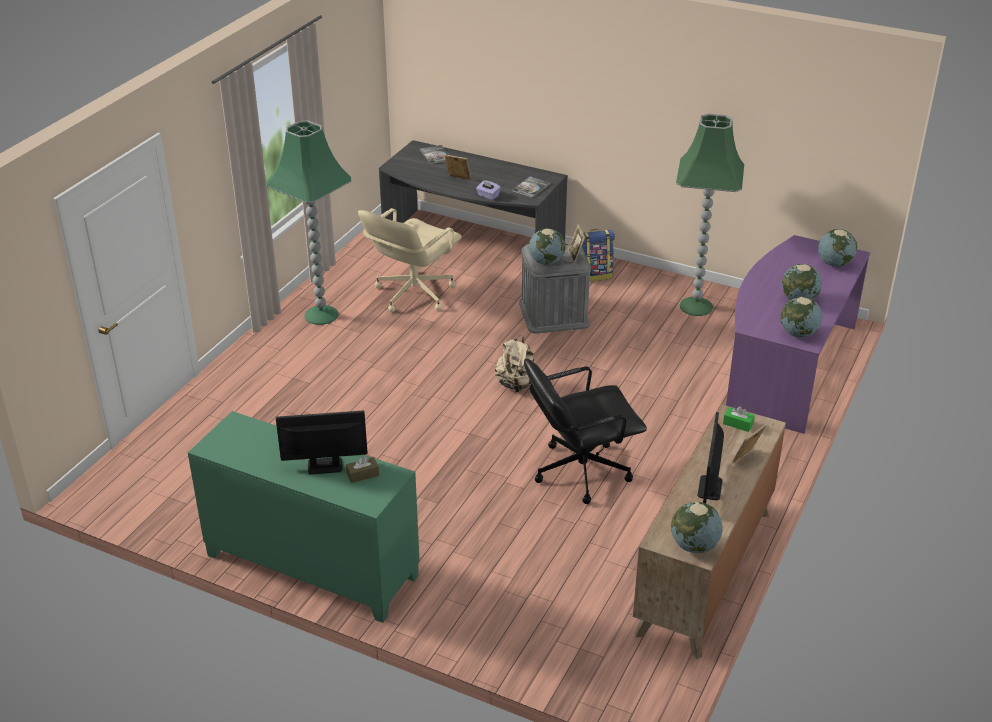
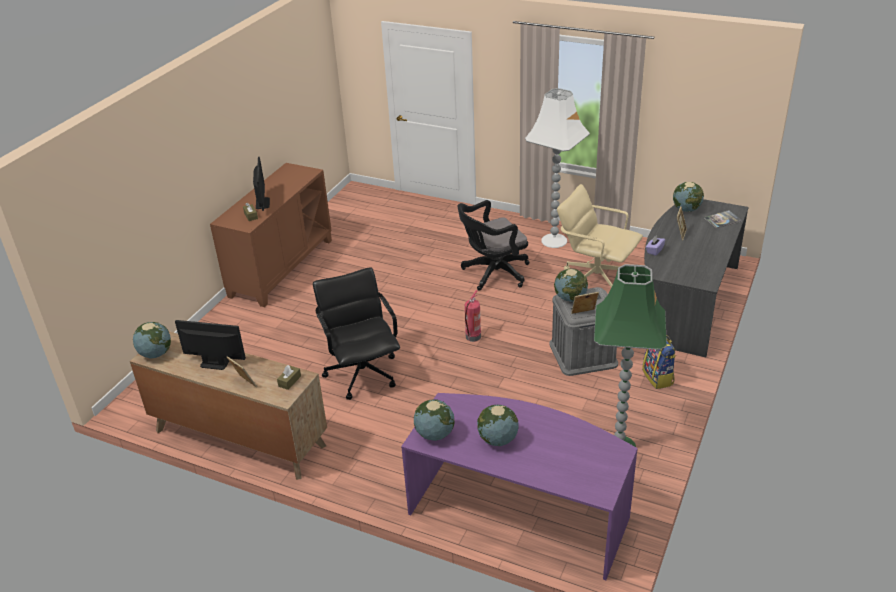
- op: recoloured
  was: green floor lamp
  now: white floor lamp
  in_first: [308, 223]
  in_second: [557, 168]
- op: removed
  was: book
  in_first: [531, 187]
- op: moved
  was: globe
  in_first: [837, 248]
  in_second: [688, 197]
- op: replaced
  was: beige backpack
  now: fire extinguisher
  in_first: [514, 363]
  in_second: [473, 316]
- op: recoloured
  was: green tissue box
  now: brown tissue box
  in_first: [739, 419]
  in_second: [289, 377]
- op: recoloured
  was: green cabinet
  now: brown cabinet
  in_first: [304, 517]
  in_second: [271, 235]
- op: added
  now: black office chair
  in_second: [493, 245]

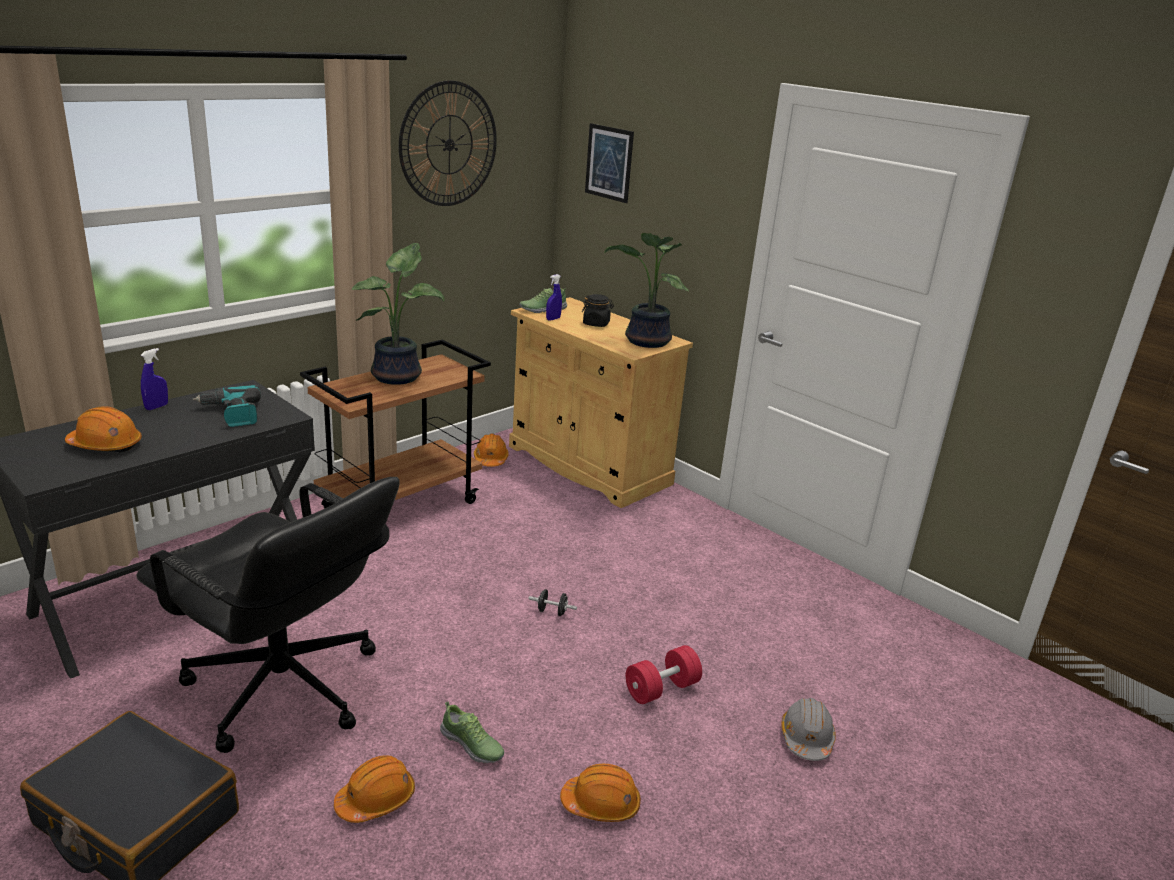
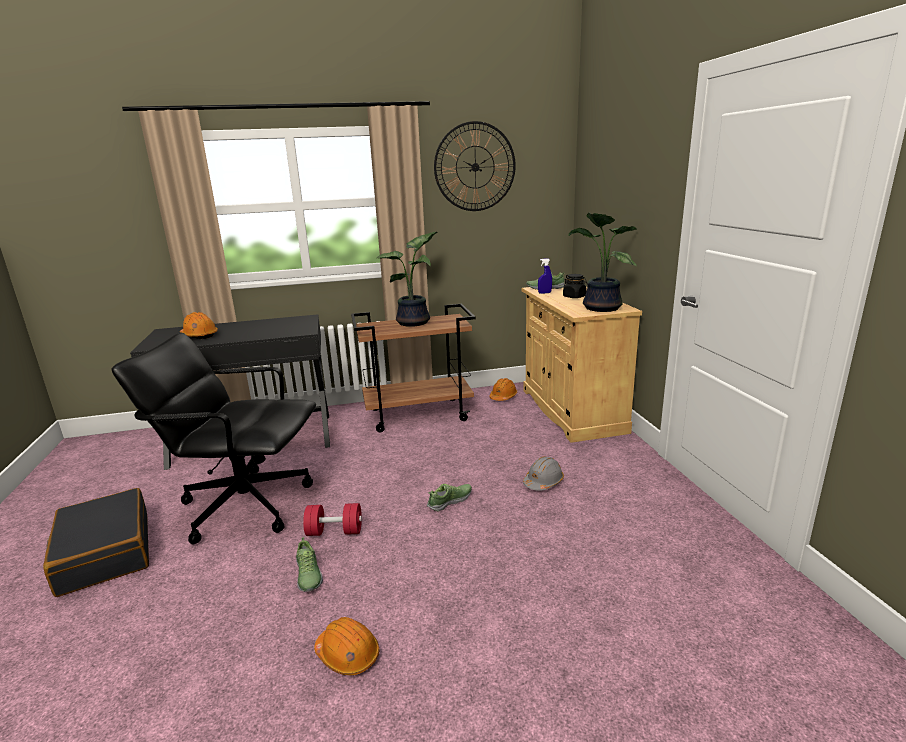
- op: removed
  was: picture
  in_first: [609, 163]
- op: removed
  was: blue spray bottle
  in_first: [154, 379]
- op: removed
  was: power drill
  in_first: [226, 406]
- op: turned
  was: black office chair
  in_first: [267, 615]
  in_second: [214, 438]
  clockwise: 120
- op: replaced
  was: black dumbbell
  now: shoe
  in_first: [552, 602]
  in_second: [449, 498]
- op: moved
  was: red dumbbell
  in_first: [664, 674]
  in_second: [332, 519]
- op: moved
  was: grey hard hat
  in_first: [808, 729]
  in_second: [543, 473]
- op: removed
  was: orange hard hat
  in_first: [374, 789]

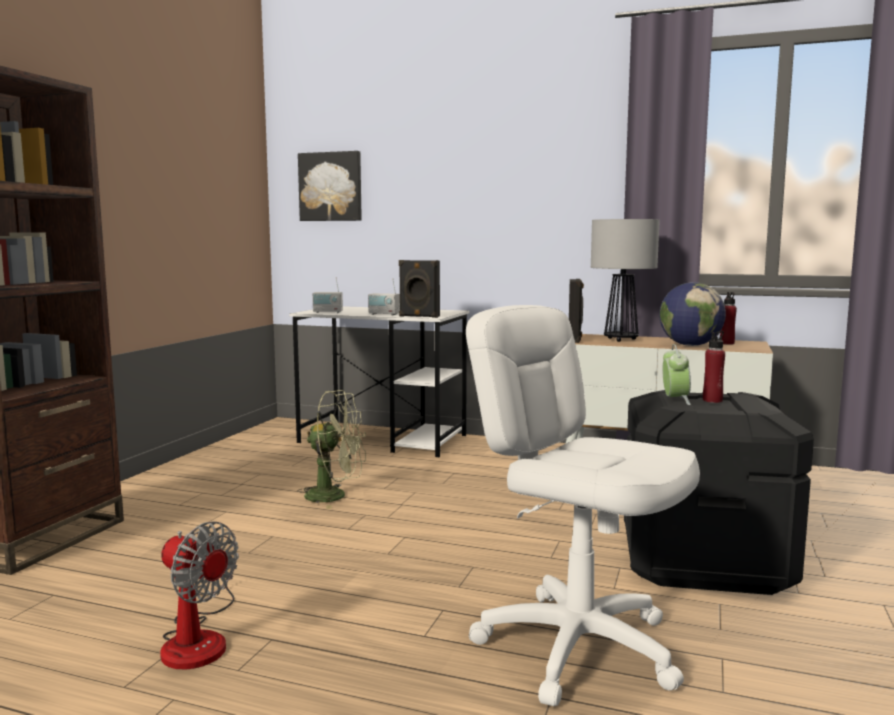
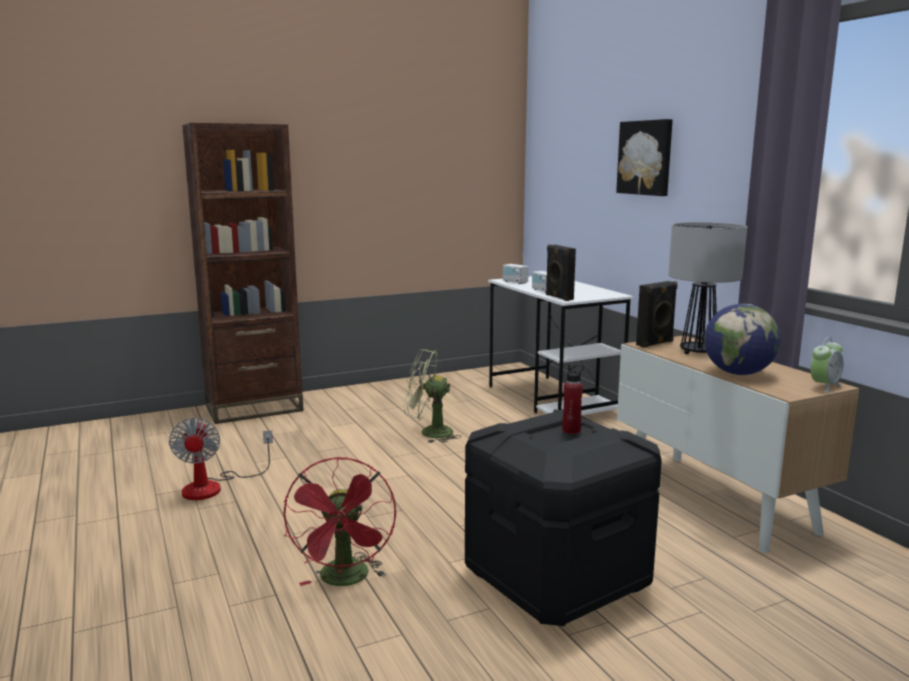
- op: moved
  was: picture
  in_first: [330, 186]
  in_second: [644, 157]
- op: removed
  was: red bottle
  in_first: [728, 318]
- op: replaced
  was: white office chair
  now: red fan
  in_first: [583, 505]
  in_second: [339, 521]
- op: moved
  was: alarm clock
  in_first: [677, 374]
  in_second: [827, 364]
- op: turned
  was: green fan
  in_first: [332, 449]
  in_second: [433, 396]
  clockwise: 135

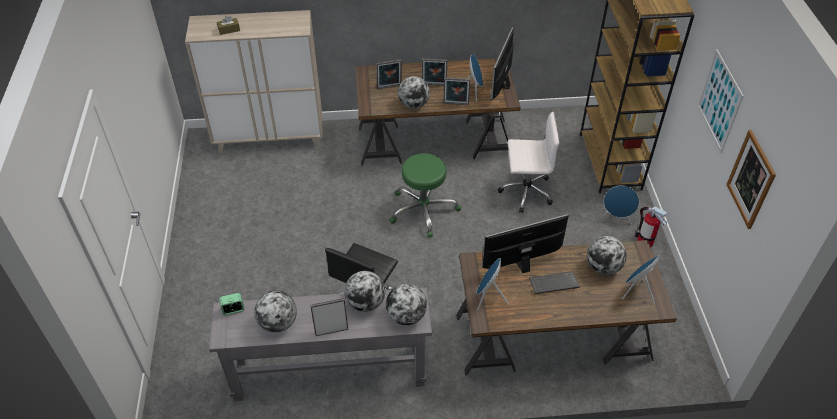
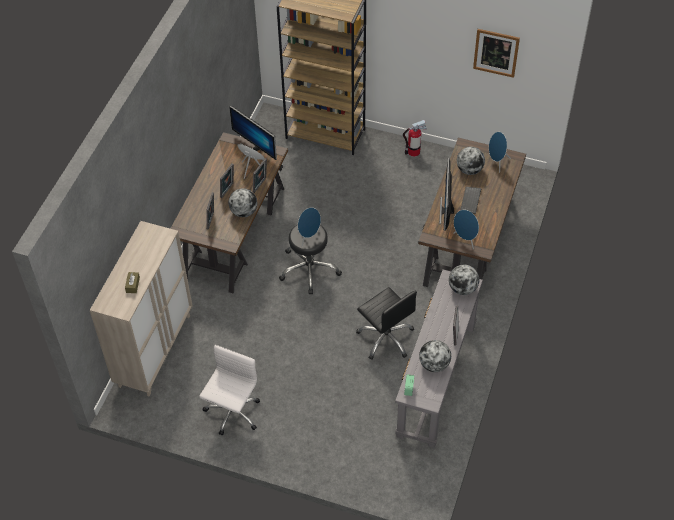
- op: removed
  was: picture
  in_first: [720, 101]
- op: moved
  was: white office chair
  in_first: [528, 162]
  in_second: [229, 390]
- op: recoloured
  was: green stool
  now: black stool
  in_first: [425, 195]
  in_second: [310, 259]
- op: moved
  was: blue speaker
  in_first: [620, 204]
  in_second: [309, 227]
- op: removed
  was: globe
  in_first: [364, 291]

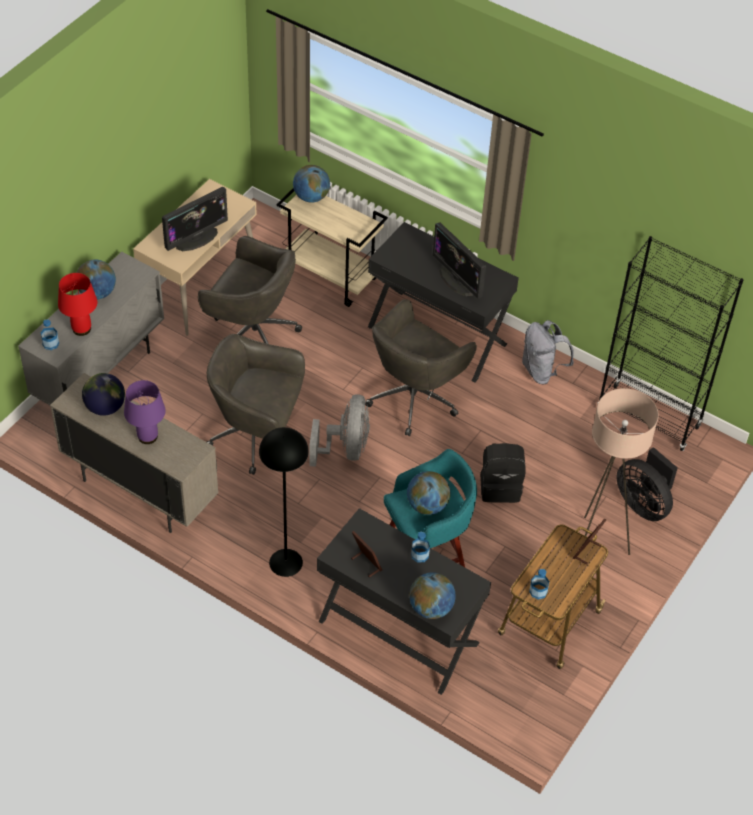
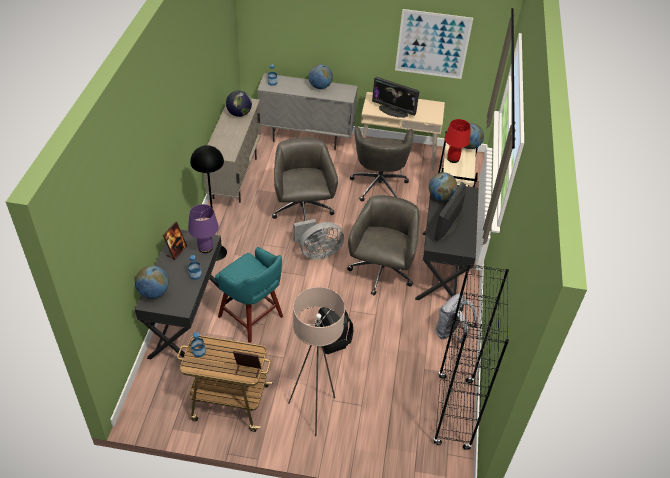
- op: moved
  was: red table lamp
  in_first: [77, 304]
  in_second: [458, 141]
- op: turned
  was: grey office chair
  in_first: [421, 367]
  in_second: [383, 245]
  clockwise: 90
- op: moved
  was: purple table lamp
  in_first: [145, 412]
  in_second: [203, 228]
- op: removed
  was: black fan
  in_first: [646, 484]
- op: moved
  was: globe
  in_first: [428, 493]
  in_second: [443, 186]
- op: added
  now: picture
  in_second: [434, 44]

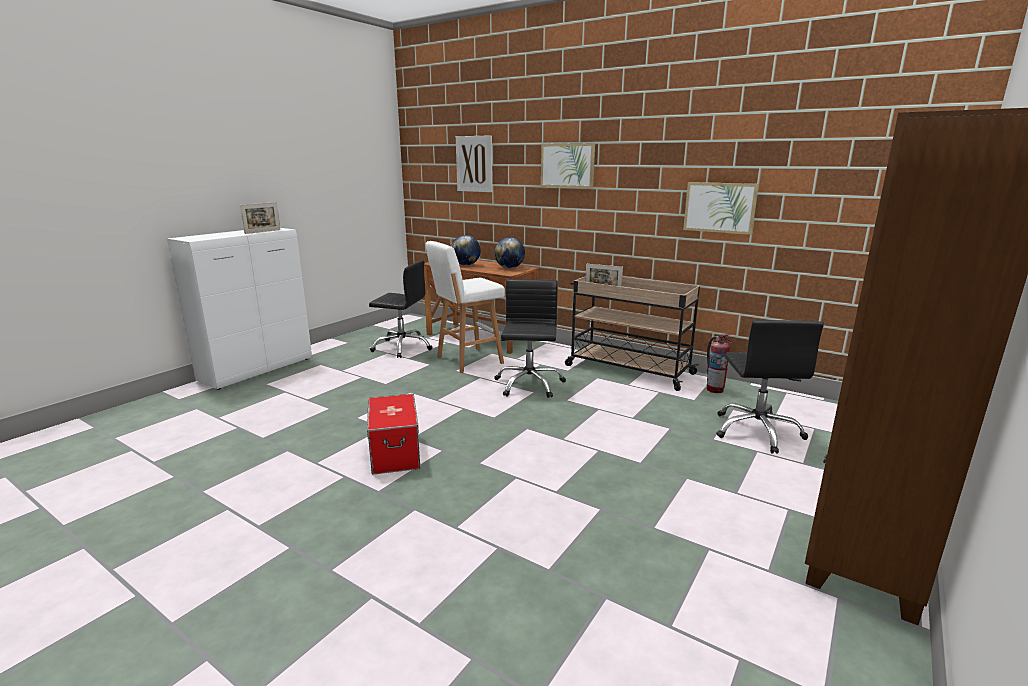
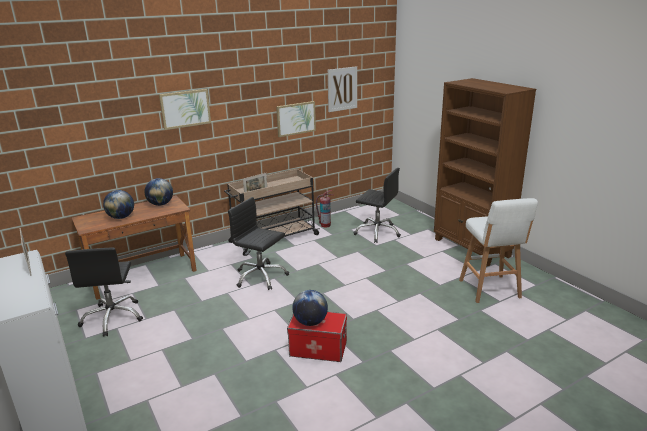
- op: moved
  was: picture
  in_first: [474, 163]
  in_second: [342, 89]
- op: moved
  was: white stool
  in_first: [465, 307]
  in_second: [498, 250]
- op: turned
  was: black office chair
  in_first: [401, 309]
  in_second: [104, 292]
  clockwise: 135
- op: added
  now: globe
  in_second: [310, 308]

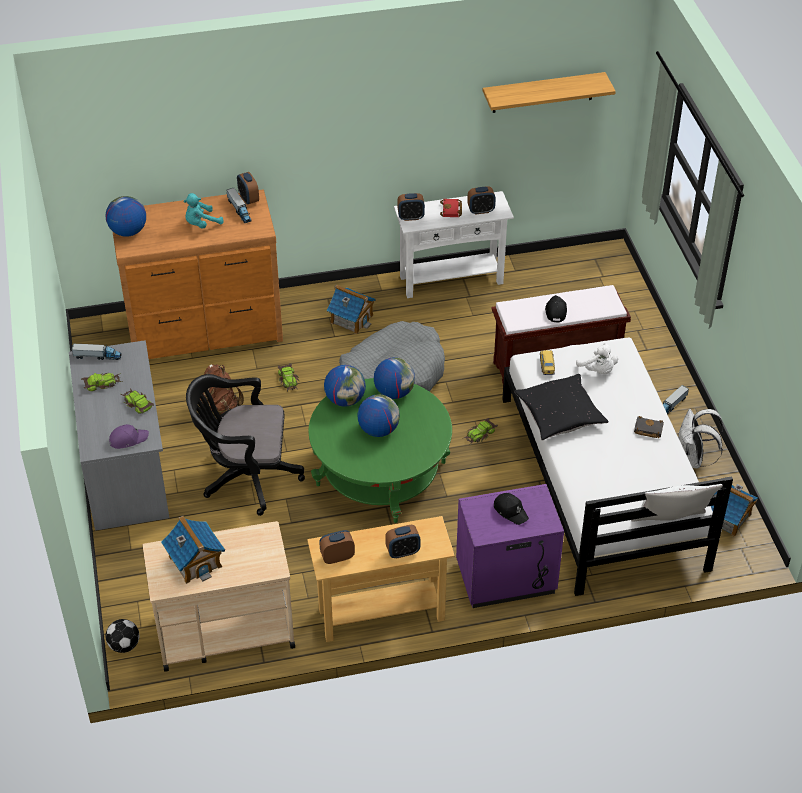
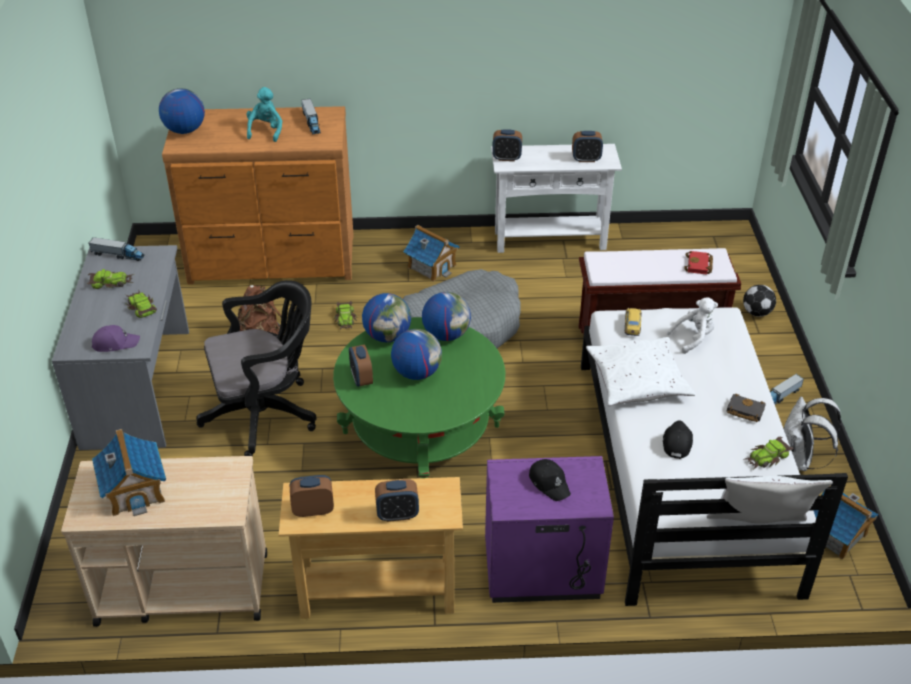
- op: removed
  was: shelf
  in_first: [549, 92]
- op: moved
  was: alarm clock
  in_first: [248, 188]
  in_second: [361, 366]
- op: turned
  was: turquoise plush toy
  in_first: [203, 211]
  in_second: [264, 114]
  clockwise: 120
- op: moved
  was: red book
  in_first: [451, 208]
  in_second: [698, 262]
- op: moved
  was: black cap
  in_first: [556, 309]
  in_second: [678, 439]
- op: turned
  was: white plush toy
  in_first: [597, 358]
  in_second: [692, 325]
  clockwise: -90
- op: turned
  was: black office chair
  in_first: [245, 445]
  in_second: [256, 368]
  clockwise: 150
- op: recoloured
  was: black pillow
  now: white pillow
  in_first: [561, 407]
  in_second: [640, 371]
- op: moved
  was: toy car
  in_first: [481, 431]
  in_second: [768, 453]
- op: moved
  was: football
  in_first: [122, 636]
  in_second: [759, 301]

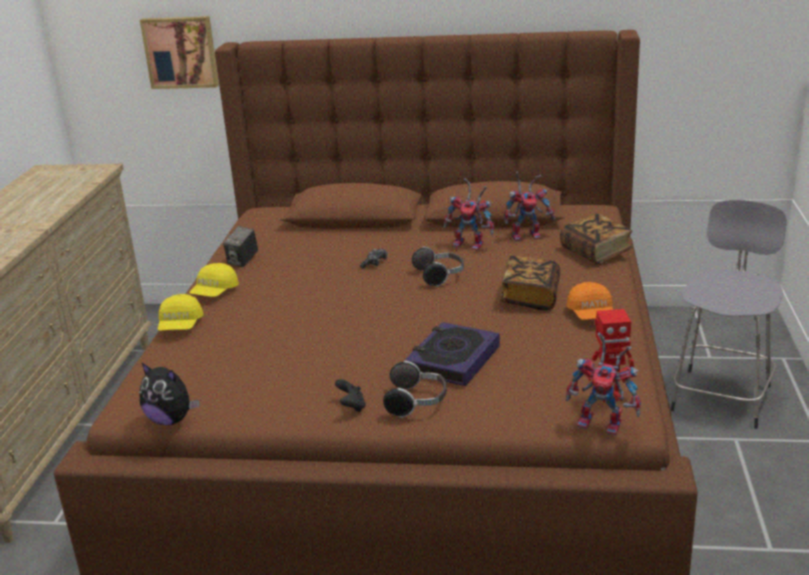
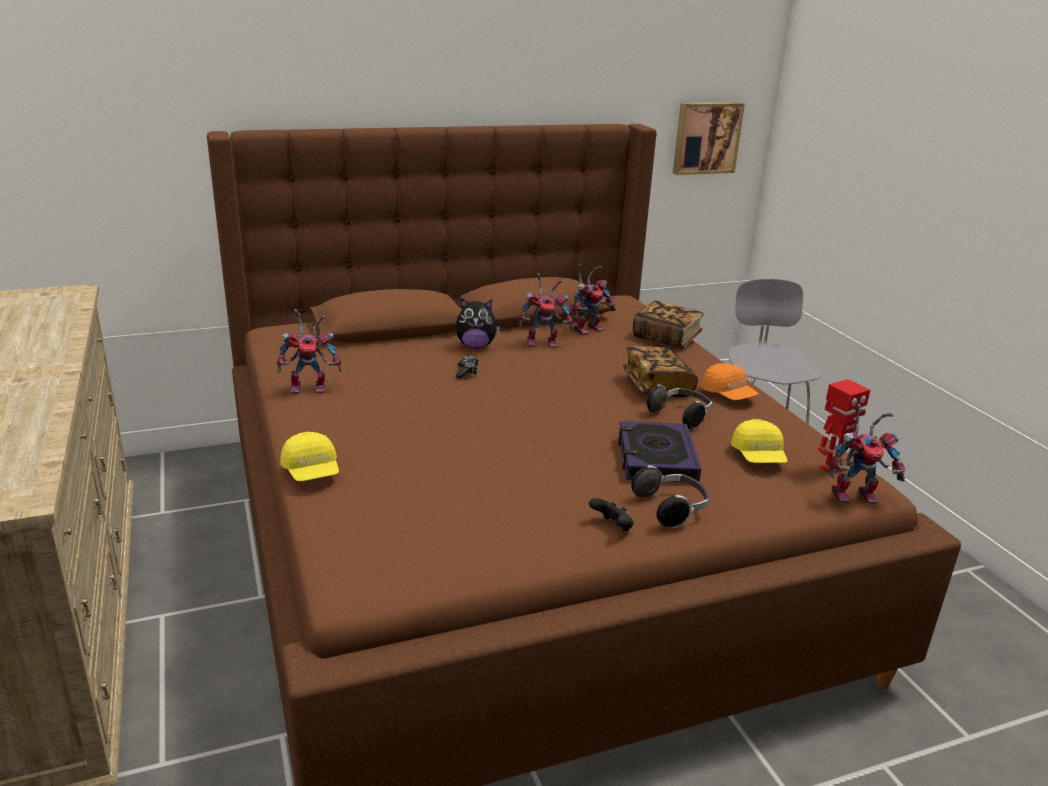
- op: moved
  was: picture
  in_first: [179, 52]
  in_second: [709, 139]
- op: replaced
  was: photo camera
  now: toy robot
  in_first: [240, 246]
  in_second: [309, 351]
- op: moved
  was: headphones
  in_first: [438, 266]
  in_second: [679, 407]
- op: moved
  was: yellow cap
  in_first: [214, 280]
  in_second: [759, 441]
- op: moved
  was: plush toy
  in_first: [169, 393]
  in_second: [478, 323]

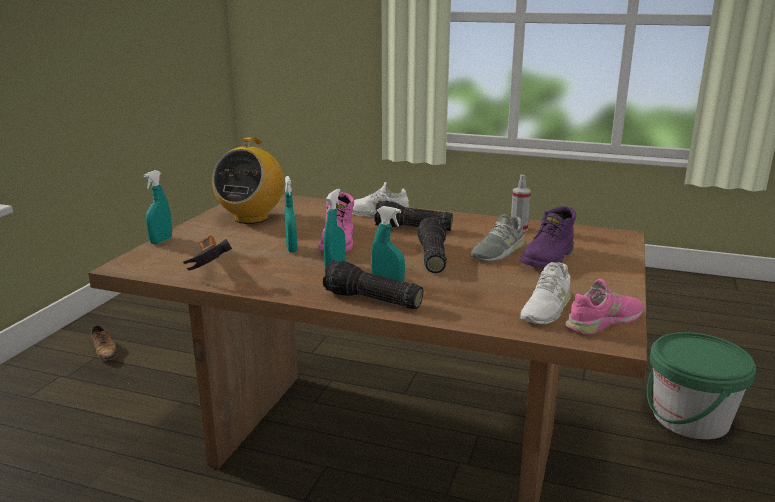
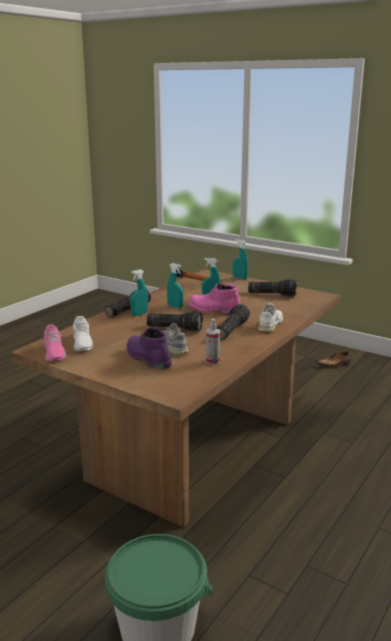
- op: replaced
  was: radio
  now: flashlight
  in_first: [248, 180]
  in_second: [272, 287]
- op: turned
  was: white shoe
  in_first: [545, 293]
  in_second: [83, 333]
  clockwise: -150

